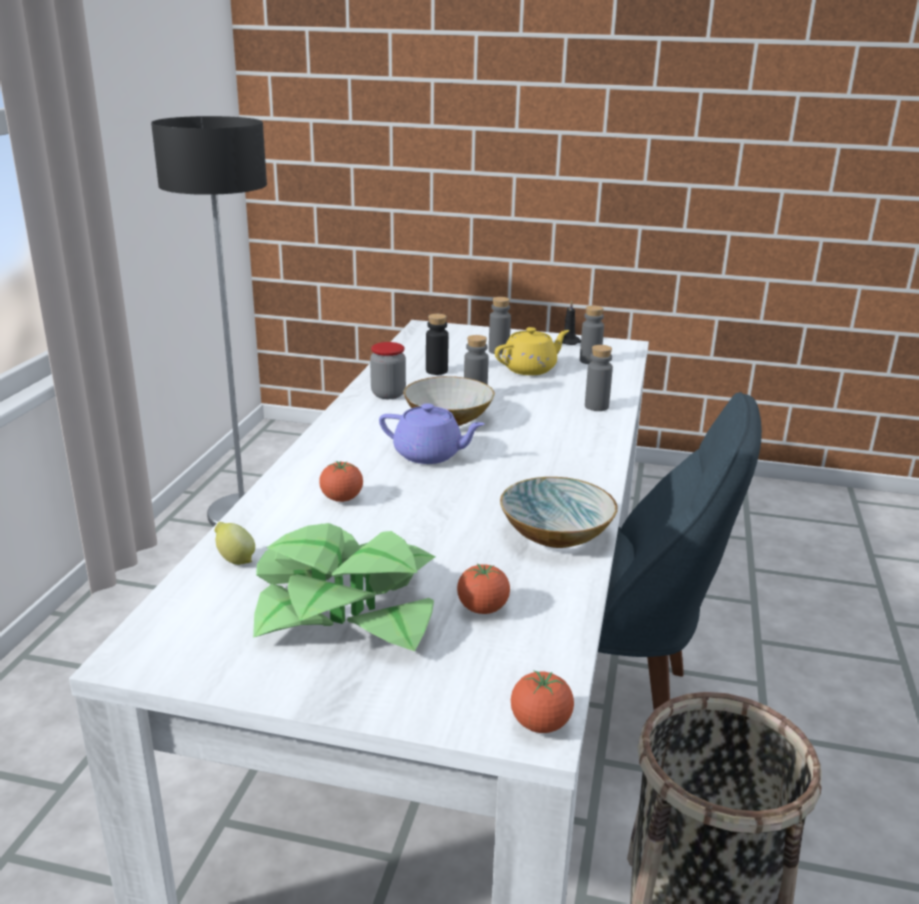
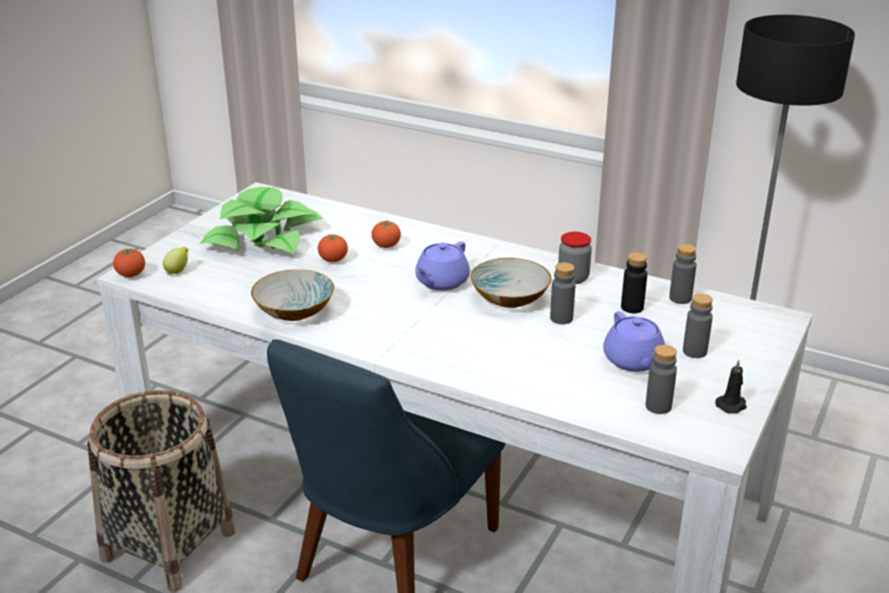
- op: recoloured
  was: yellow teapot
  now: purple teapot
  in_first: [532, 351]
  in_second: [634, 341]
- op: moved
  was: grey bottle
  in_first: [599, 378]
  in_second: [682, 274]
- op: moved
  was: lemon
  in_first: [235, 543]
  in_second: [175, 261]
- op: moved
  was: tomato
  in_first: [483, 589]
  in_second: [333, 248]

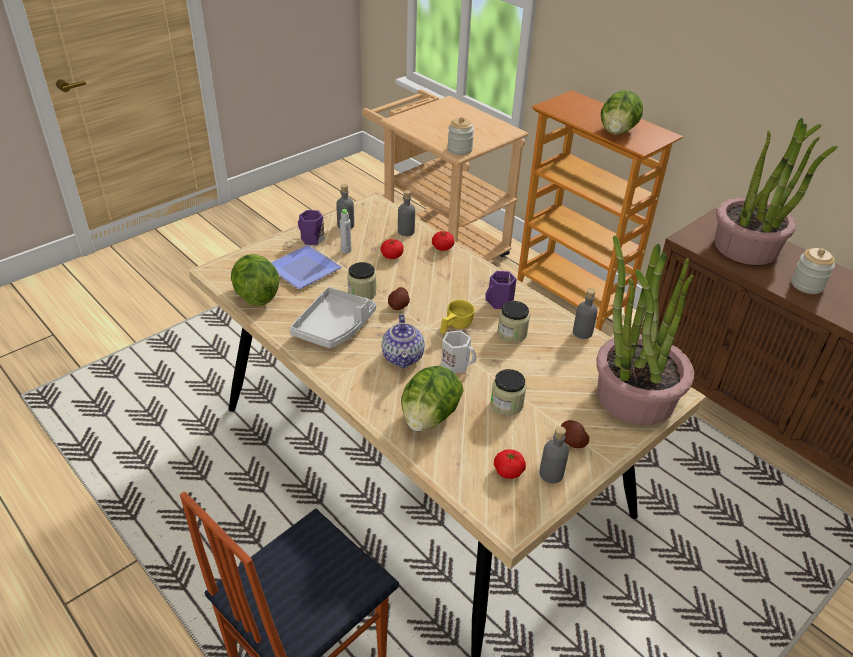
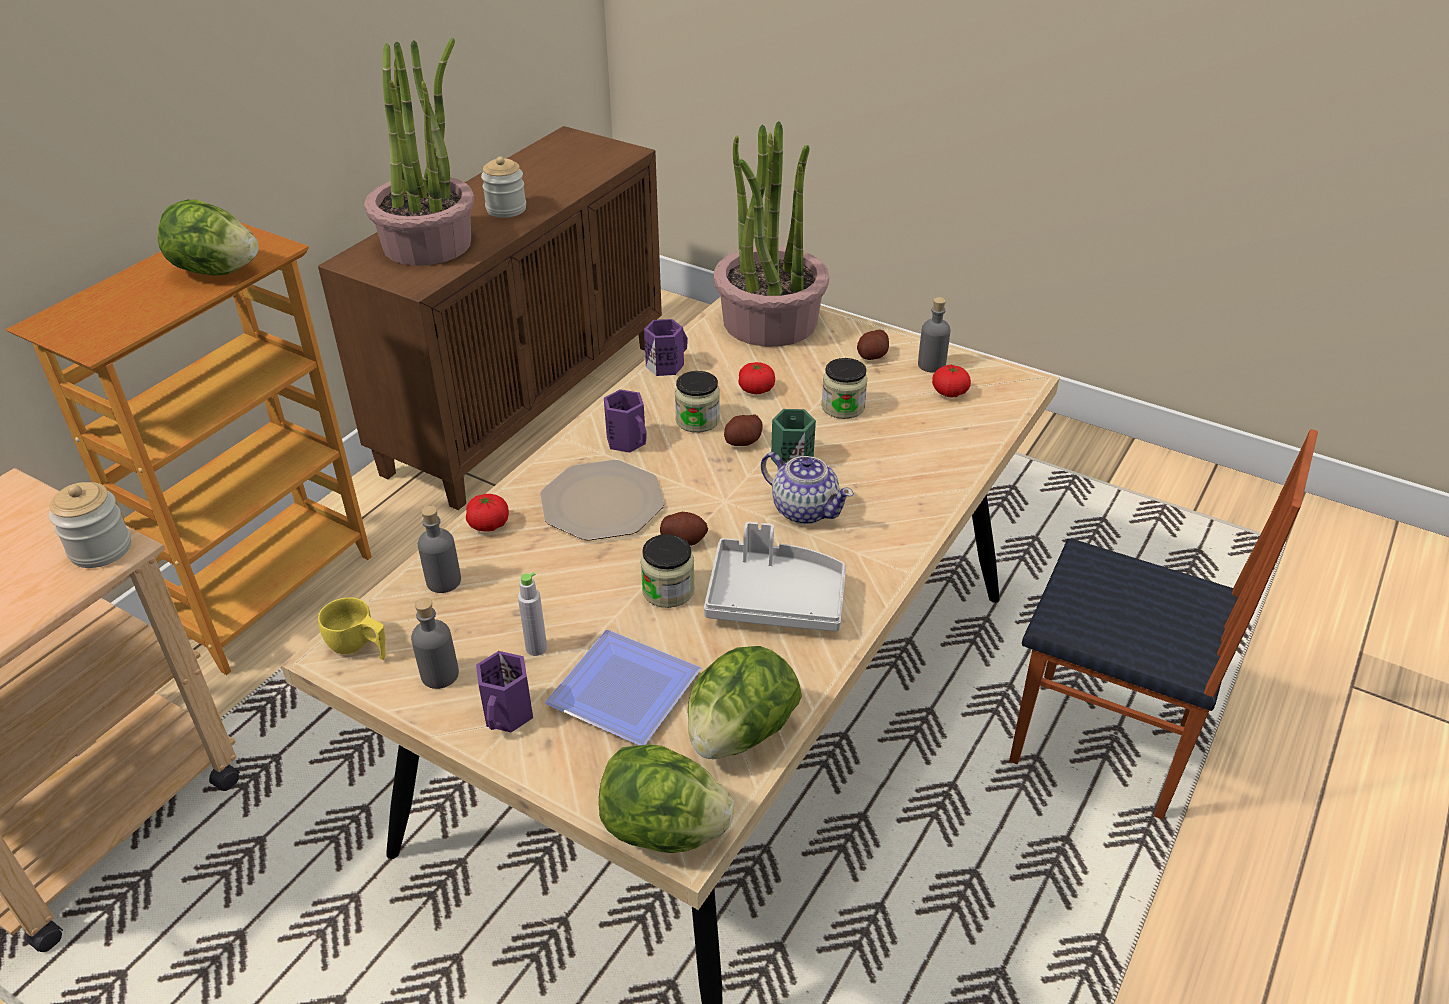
- op: moved
  was: tomato
  in_first: [392, 249]
  in_second: [757, 378]
- op: replaced
  was: grey bottle
  now: purple mug
  in_first: [585, 313]
  in_second: [666, 347]
- op: moved
  was: yellow cup
  in_first: [457, 317]
  in_second: [352, 629]
- op: turned
  was: teapot
  in_first: [403, 341]
  in_second: [807, 488]
  clockwise: 60
- op: recoloured
  was: white mug
  now: green mug
  in_first: [459, 351]
  in_second: [793, 437]
- op: moved
  was: lettuce
  in_first: [432, 399]
  in_second: [666, 798]
- op: added
  now: potato
  in_second: [743, 430]
- op: added
  now: plate
  in_second: [602, 500]

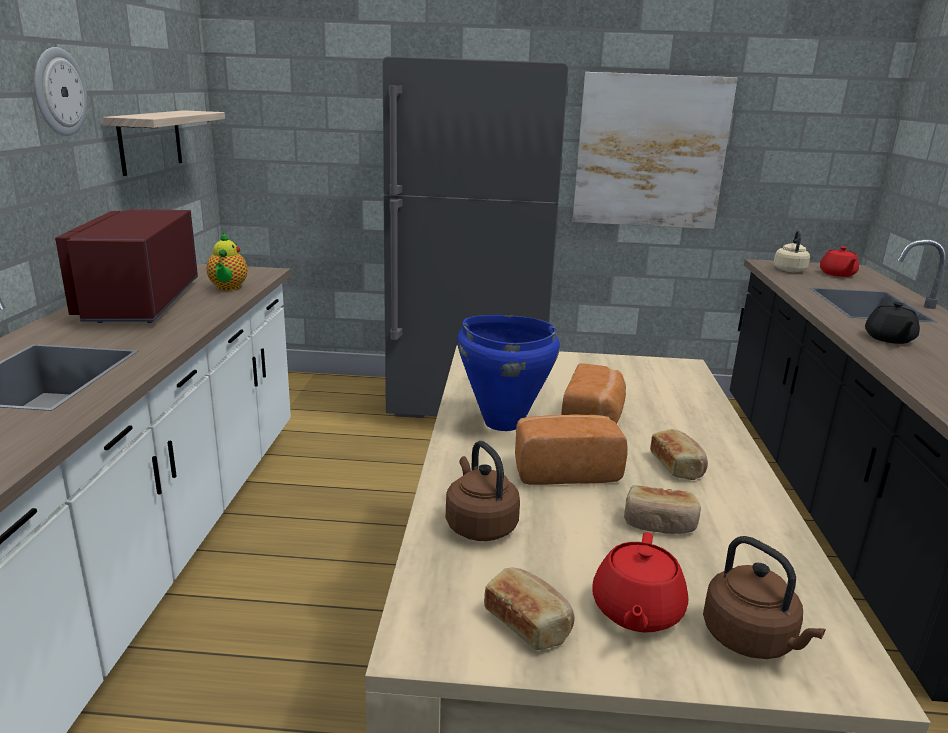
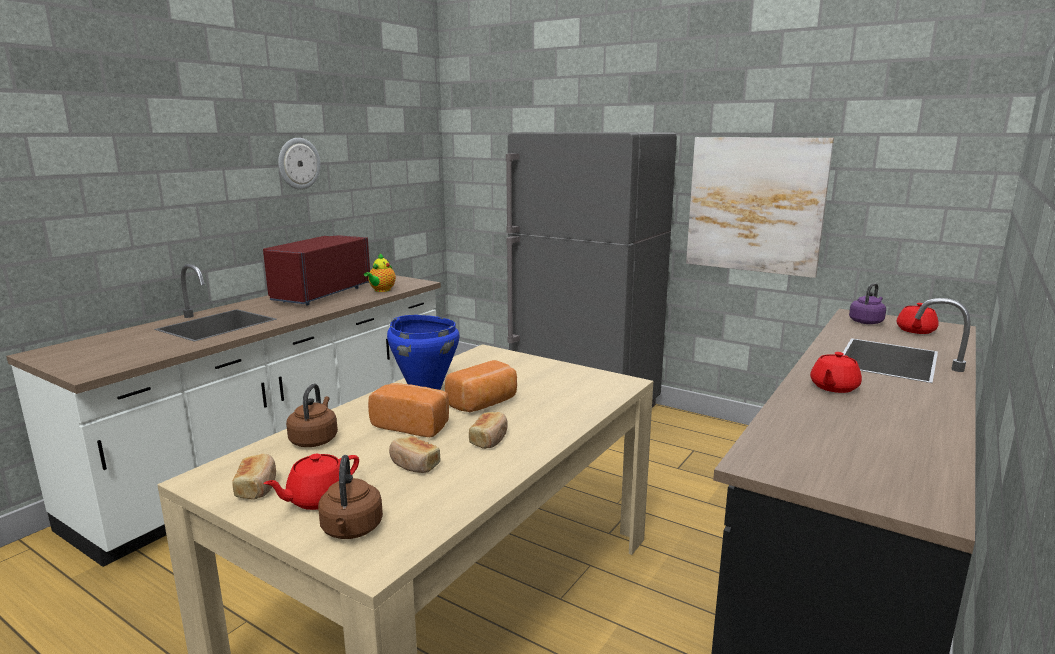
- op: removed
  was: shelf
  in_first: [164, 143]
- op: recoloured
  was: beige kettle
  now: purple kettle
  in_first: [792, 251]
  in_second: [867, 303]
- op: recoloured
  was: black teapot
  now: red teapot
  in_first: [892, 323]
  in_second: [836, 372]

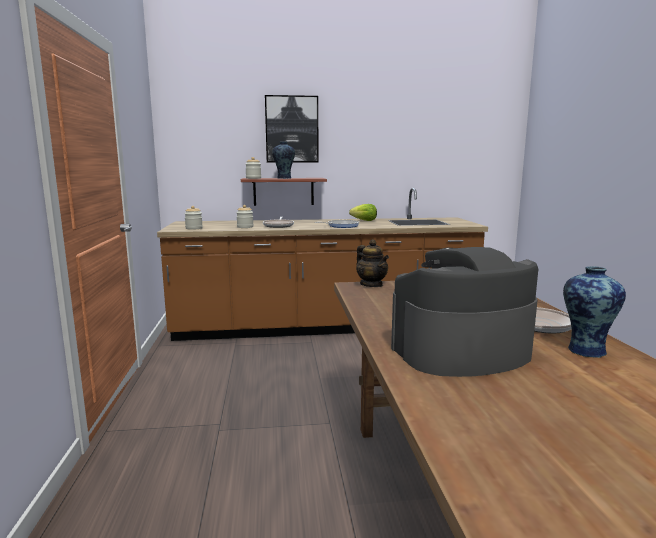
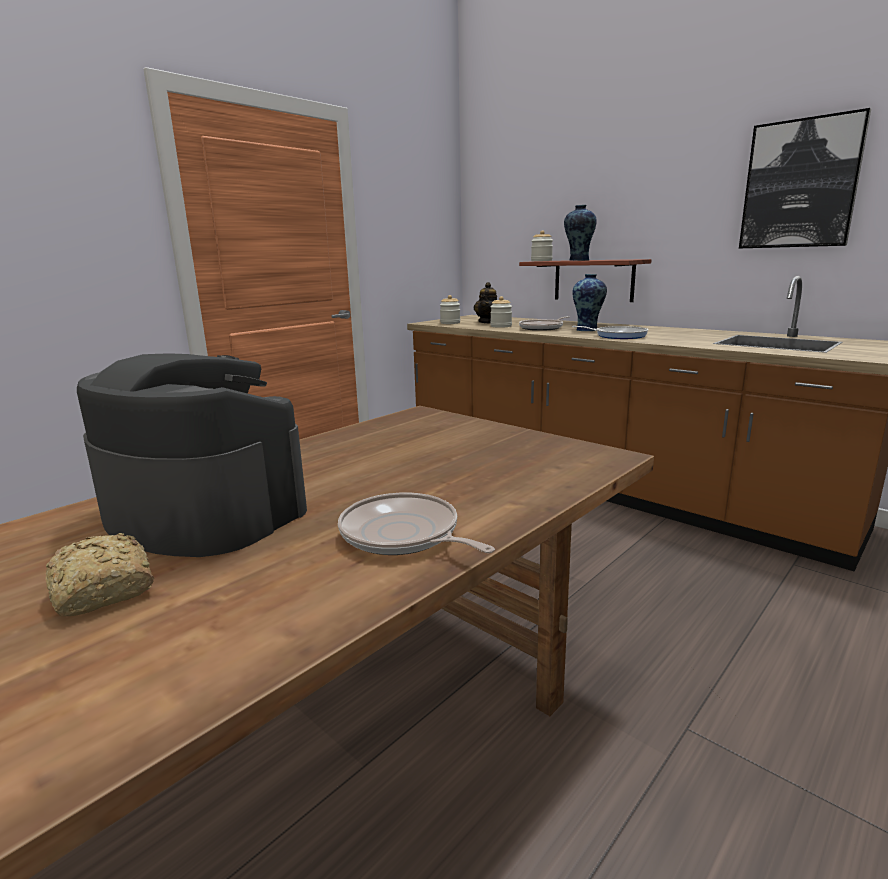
- op: moved
  was: picture
  in_first: [292, 128]
  in_second: [805, 178]
- op: removed
  was: lettuce
  in_first: [363, 212]
- op: moved
  was: teapot
  in_first: [372, 263]
  in_second: [485, 302]
- op: moved
  was: vase
  in_first: [594, 312]
  in_second: [589, 302]
- op: added
  now: bread
  in_second: [99, 574]

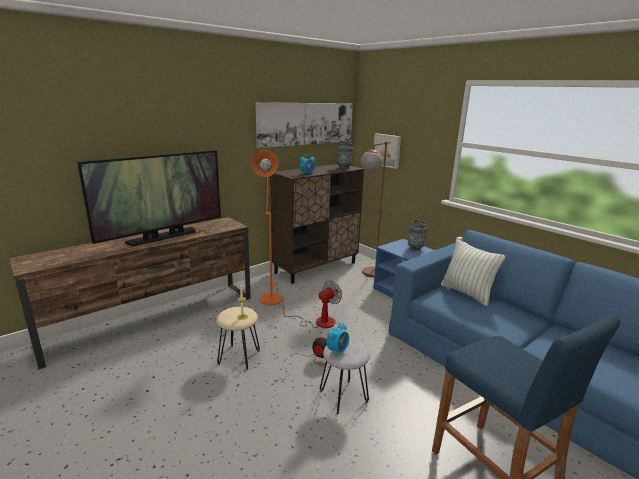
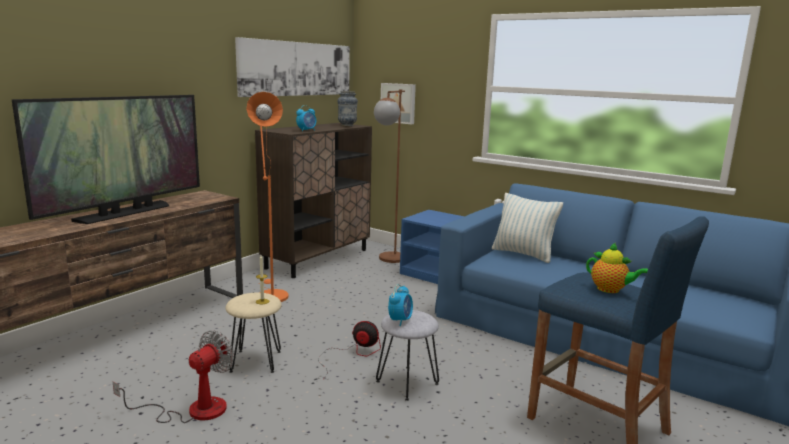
- op: removed
  was: vase
  in_first: [417, 235]
- op: moved
  was: fan
  in_first: [310, 304]
  in_second: [173, 376]
- op: added
  now: teapot
  in_second: [617, 268]

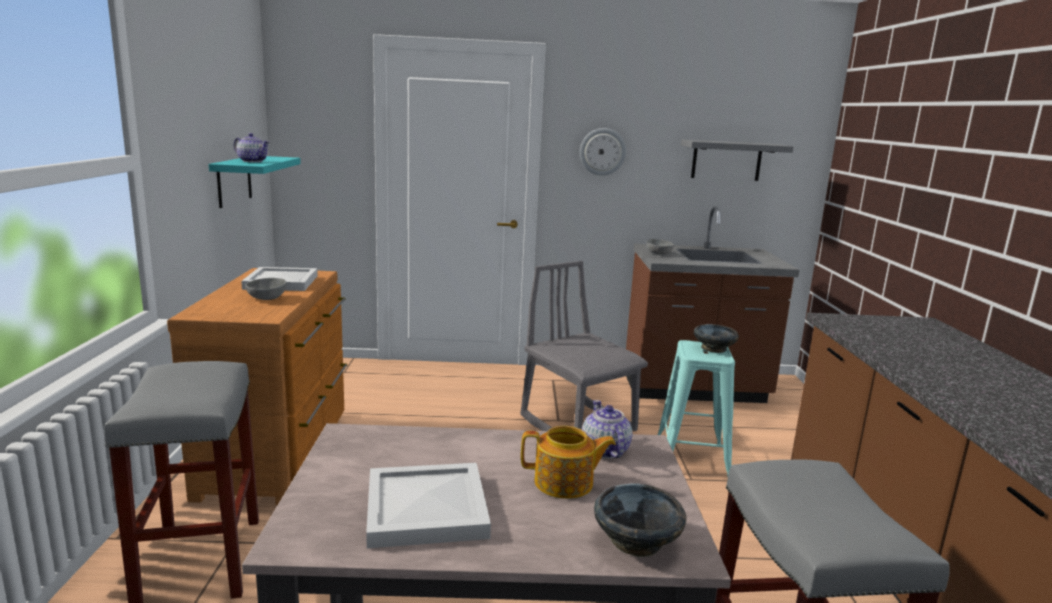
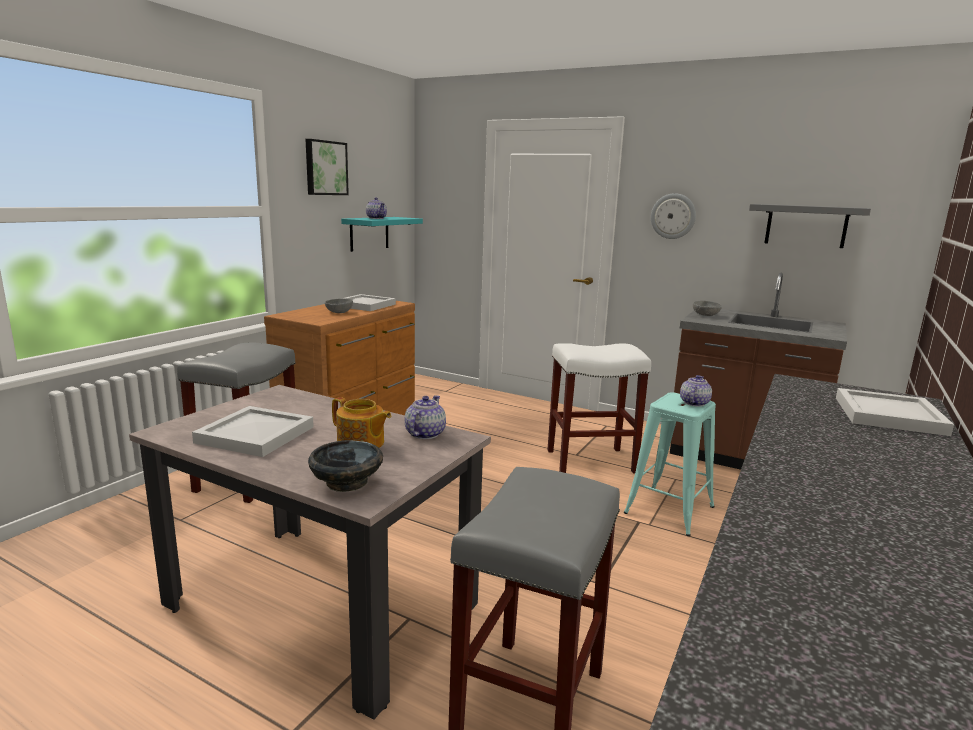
- op: replaced
  was: grey chair
  now: white stool
  in_first: [584, 346]
  in_second: [599, 408]
- op: replaced
  was: black bowl
  now: teapot
  in_first: [716, 338]
  in_second: [696, 391]
- op: added
  now: picture
  in_second: [327, 167]
- op: added
  now: white tray
  in_second: [895, 412]

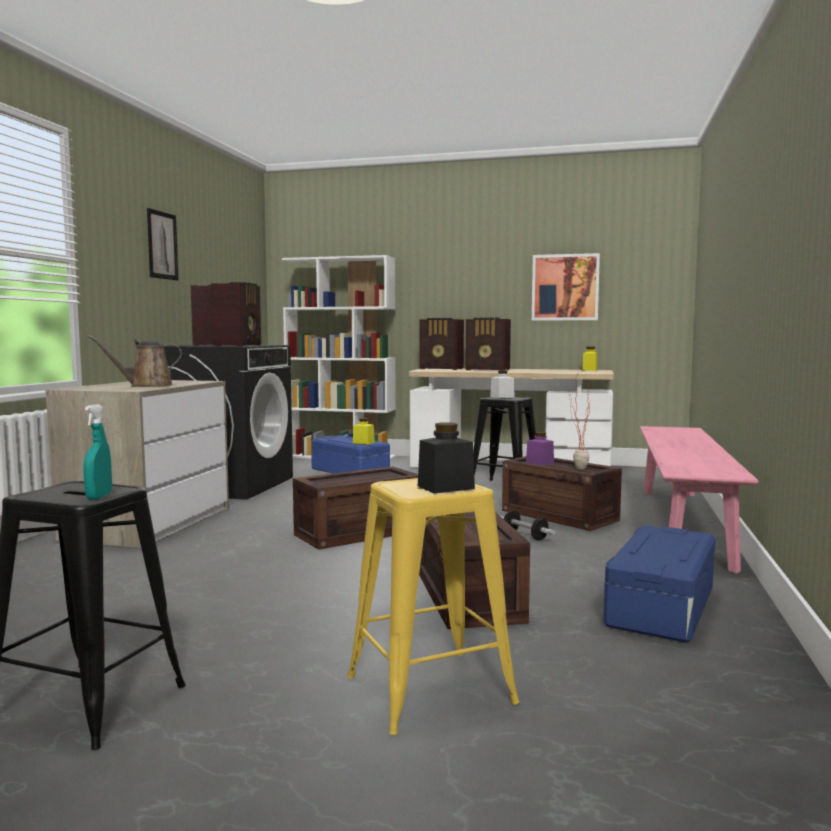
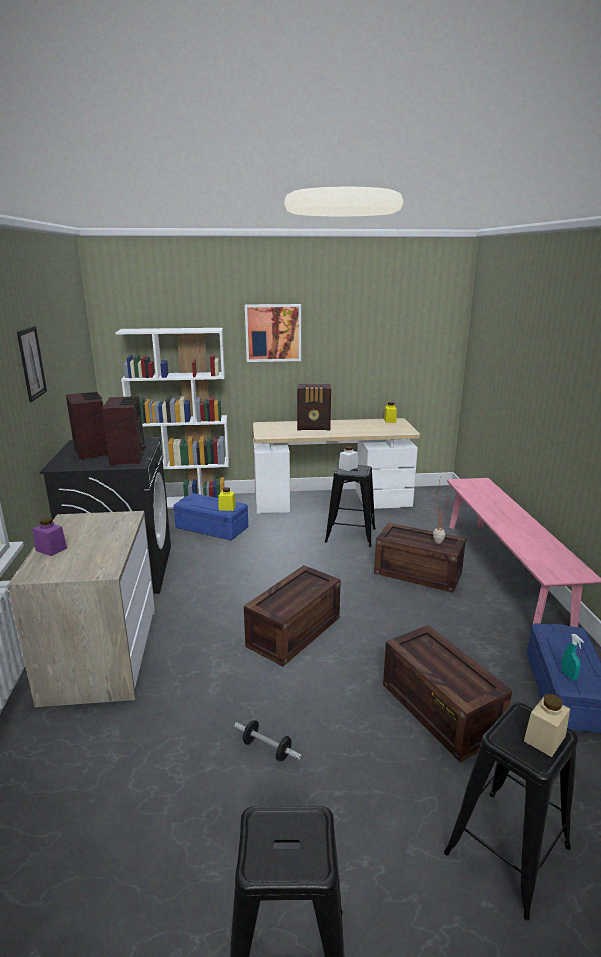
- op: moved
  was: picture
  in_first: [566, 287]
  in_second: [273, 333]
- op: removed
  was: radio
  in_first: [442, 344]
- op: removed
  was: brown watering can
  in_first: [135, 361]
- op: moved
  was: turquoise spray bottle
  in_first: [97, 452]
  in_second: [572, 657]
- op: recoloured
  was: black jar
  now: beige jar
  in_first: [446, 458]
  in_second: [547, 725]
- op: moved
  was: purple jar
  in_first: [540, 448]
  in_second: [50, 536]
- op: recoloured
  was: yellow stool
  now: black stool
  in_first: [433, 606]
  in_second: [511, 811]
- op: moved
  was: dumbbell
  in_first: [527, 525]
  in_second: [268, 740]

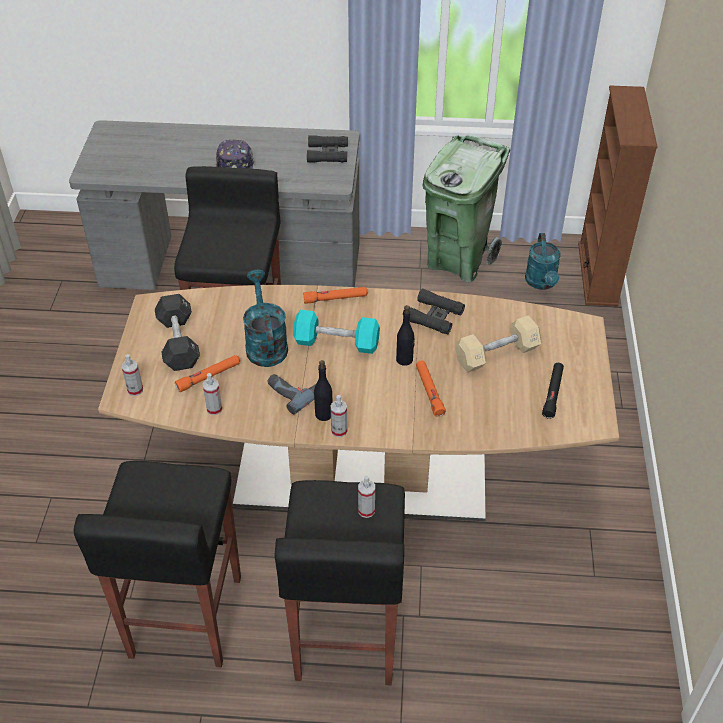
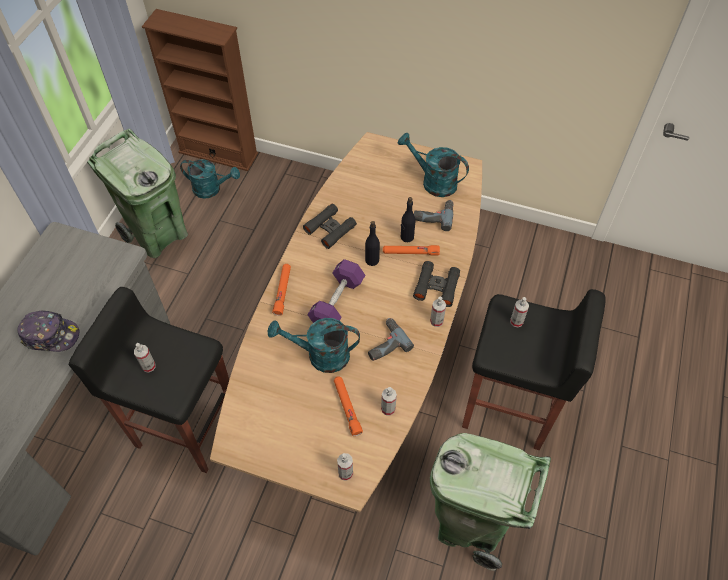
- op: moved
  was: black binoculars
  in_first: [327, 149]
  in_second: [436, 284]
- op: removed
  was: black dumbbell
  in_first: [177, 332]
- op: recoloured
  was: turquoise dumbbell
  now: purple dumbbell
  in_first: [336, 332]
  in_second: [336, 291]
- op: removed
  was: beige dumbbell
  in_first: [498, 343]
- op: moved
  was: black bottle
  in_first: [323, 390]
  in_second: [408, 219]
- op: replaced
  was: black flashlight
  now: turquoise watering can
  in_first: [553, 391]
  in_second: [433, 165]
- op: replaced
  was: black stool
  now: green trash can
  in_first: [157, 564]
  in_second: [490, 502]
- op: added
  now: power drill
  in_second: [434, 215]
- op: added
  now: spray bottle
  in_second: [145, 358]

